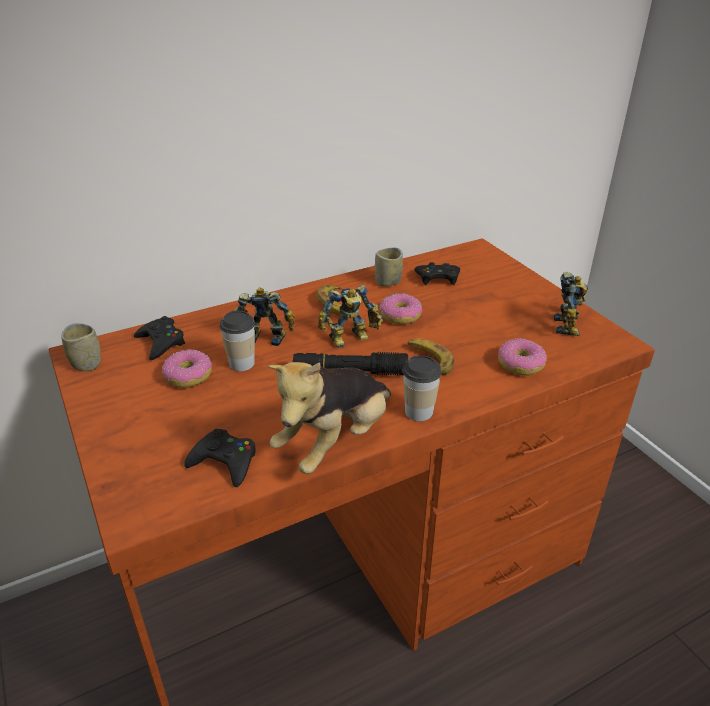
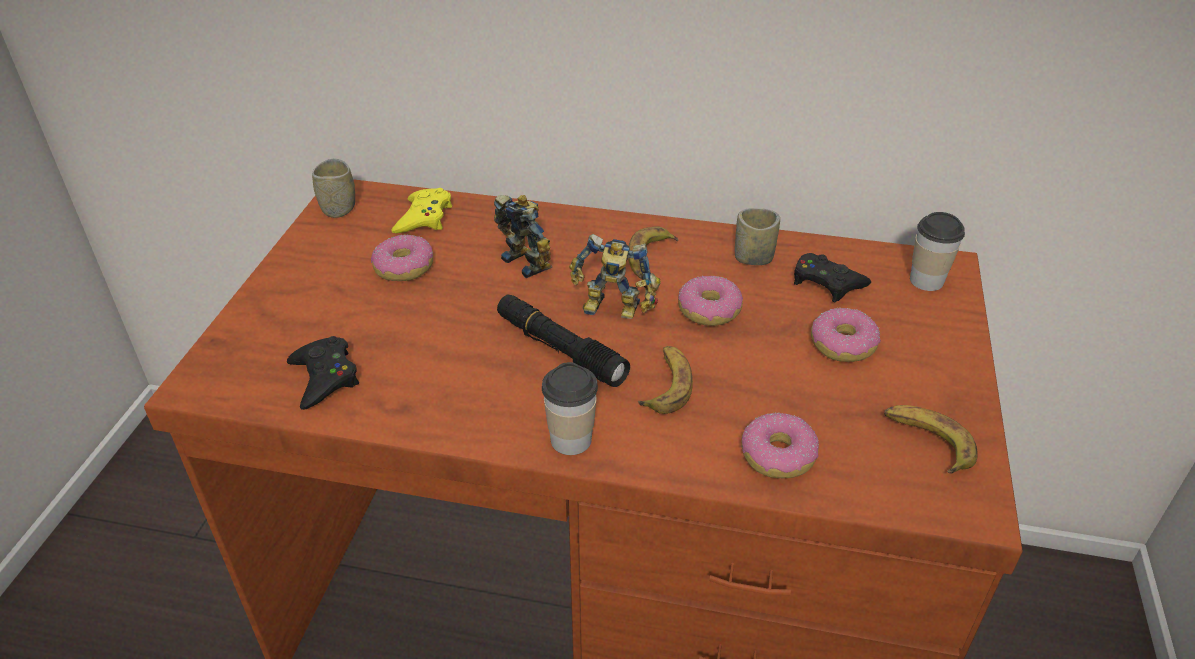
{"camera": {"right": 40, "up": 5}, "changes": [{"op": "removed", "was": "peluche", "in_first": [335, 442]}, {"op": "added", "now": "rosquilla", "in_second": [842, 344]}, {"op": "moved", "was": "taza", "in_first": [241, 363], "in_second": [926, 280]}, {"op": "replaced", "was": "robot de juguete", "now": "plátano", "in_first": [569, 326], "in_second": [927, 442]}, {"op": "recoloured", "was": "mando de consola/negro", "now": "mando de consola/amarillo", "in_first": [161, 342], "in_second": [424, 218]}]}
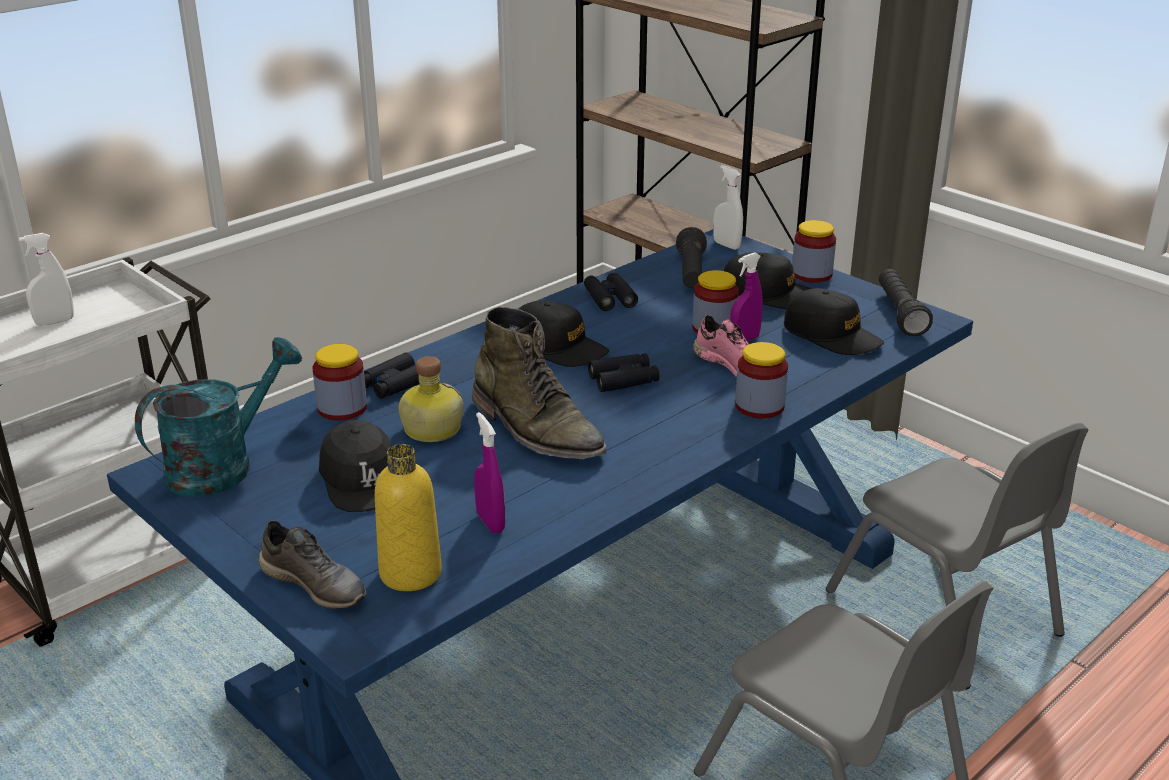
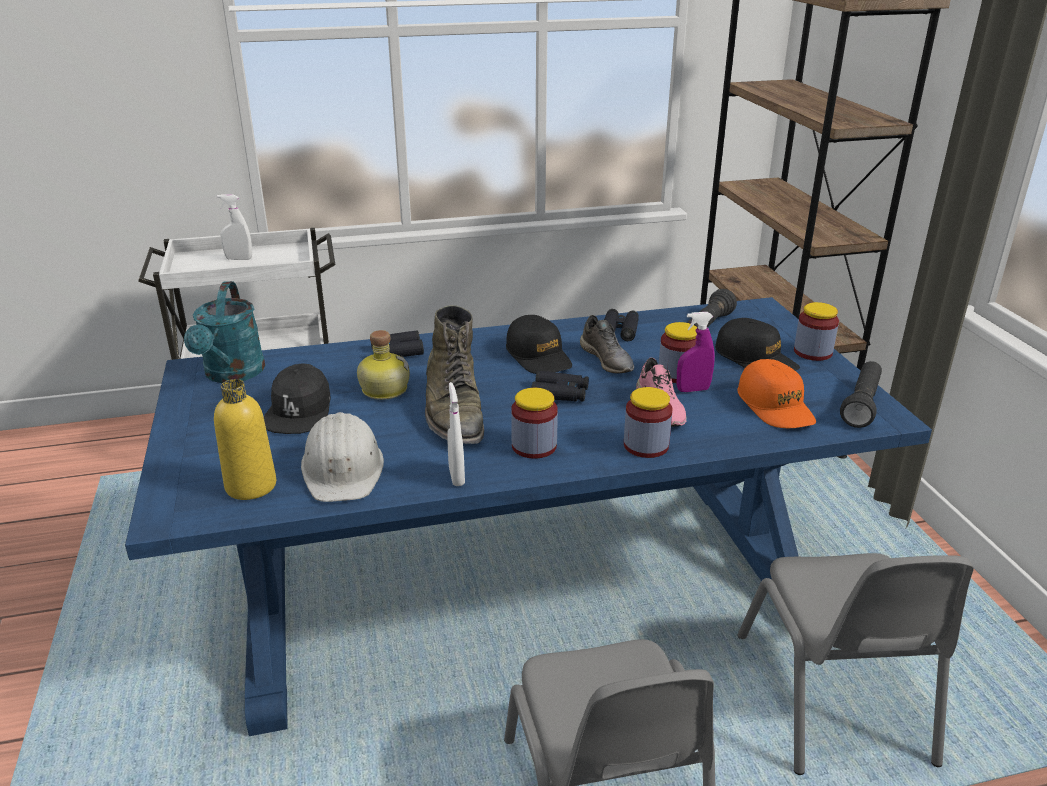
{"camera": {"right": 30, "up": 0}, "changes": [{"op": "moved", "was": "zapato/gris", "in_first": [315, 584], "in_second": [607, 359]}, {"op": "moved", "was": "tarro", "in_first": [342, 408], "in_second": [534, 446]}, {"op": "moved", "was": "pulverizador/blanco", "in_first": [726, 245], "in_second": [456, 476]}, {"op": "replaced", "was": "pulverizador/morado", "now": "casco/blanco", "in_first": [490, 522], "in_second": [343, 468]}, {"op": "recoloured", "was": "gorra/negro", "now": "gorra/naranja", "in_first": [832, 336], "in_second": [775, 406]}, {"op": "turned", "was": "regadera/turquesa", "in_first": [223, 465], "in_second": [232, 375], "clockwise": 105}]}
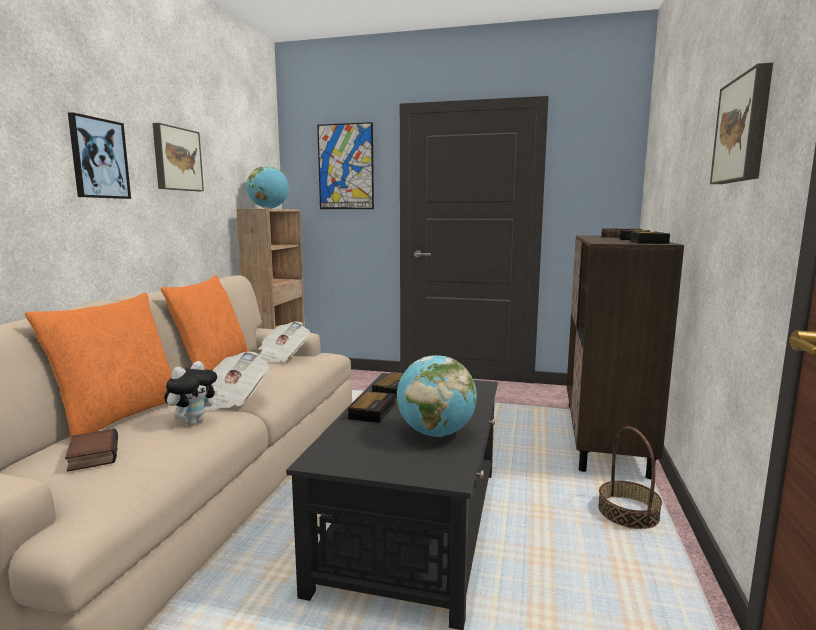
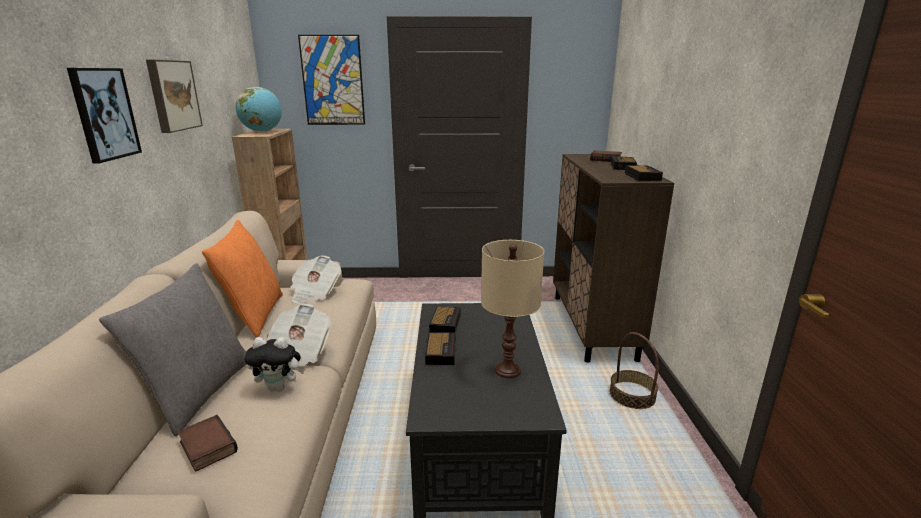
{"camera": {"right": -15, "up": 10}, "changes": [{"op": "removed", "was": "cuadro", "in_first": [744, 130]}, {"op": "replaced", "was": "globo terráqueo", "now": "lámpara de mesa/beis", "in_first": [436, 433], "in_second": [507, 370]}, {"op": "recoloured", "was": "cojín/naranja", "now": "cojín/gris", "in_first": [119, 416], "in_second": [198, 392]}, {"op": "turned", "was": "peluche", "in_first": [193, 422], "in_second": [279, 388], "clockwise": 75}]}
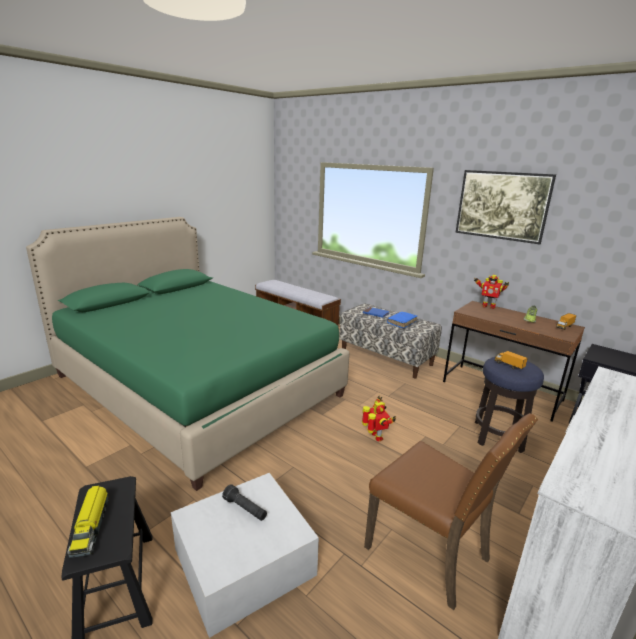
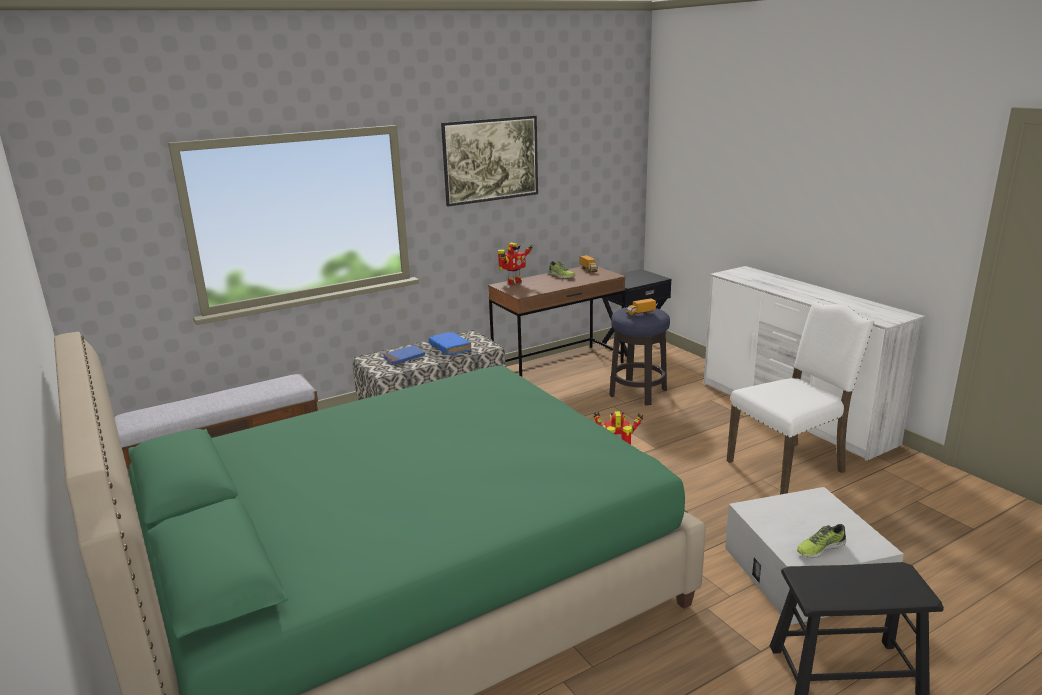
{"camera": {"right": -70, "up": 0}, "changes": [{"op": "removed", "was": "camión de juguete", "in_first": [91, 527]}, {"op": "removed", "was": "linterna/negro", "in_first": [245, 509]}, {"op": "added", "now": "zapato", "in_second": [820, 548]}, {"op": "recoloured", "was": "silla/marrón", "now": "silla/blanco", "in_first": [430, 553], "in_second": [789, 467]}]}
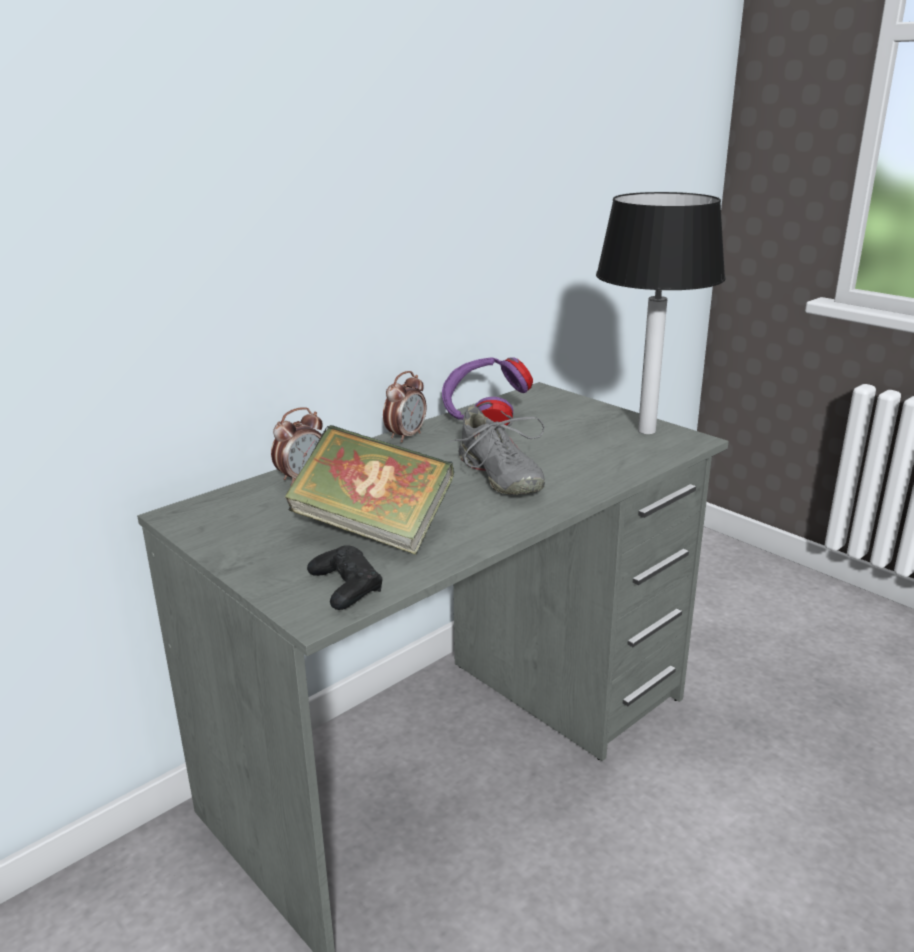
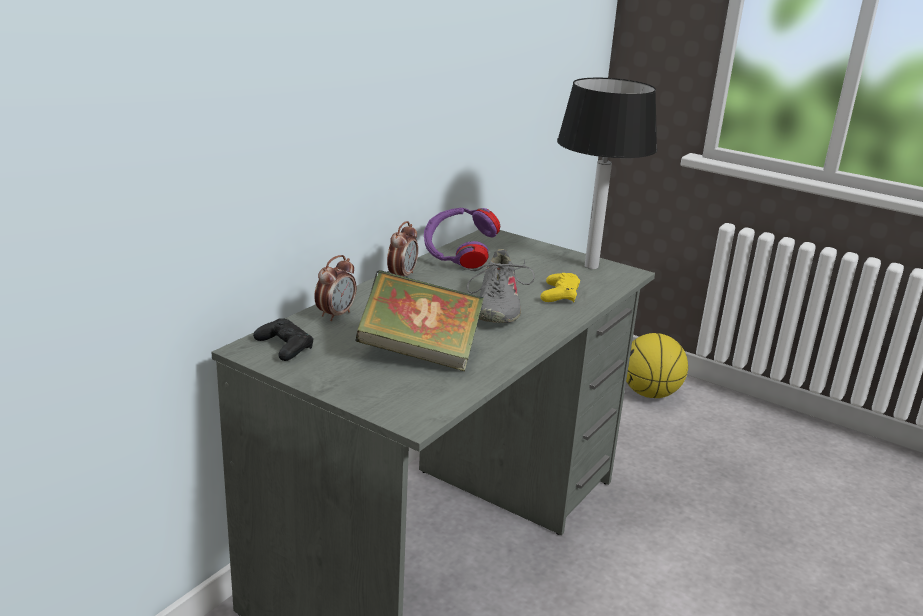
{"camera": {"right": -15, "up": 0}, "changes": [{"op": "added", "now": "mando de consola/amarillo", "in_second": [560, 294]}, {"op": "added", "now": "balón de baloncesto", "in_second": [649, 394]}, {"op": "moved", "was": "mando de consola/negro", "in_first": [346, 586], "in_second": [284, 346]}, {"op": "turned", "was": "zapato/gris", "in_first": [498, 476], "in_second": [495, 307], "clockwise": 45}]}
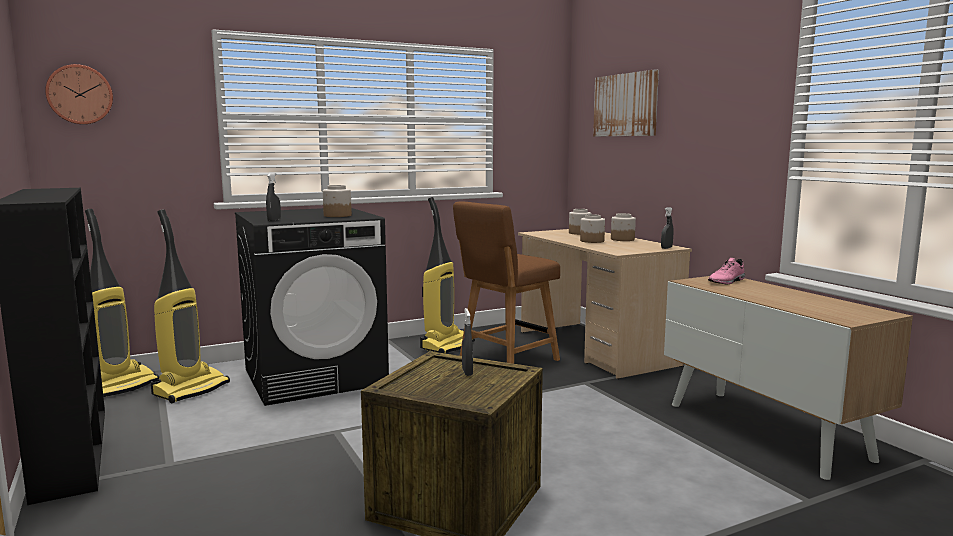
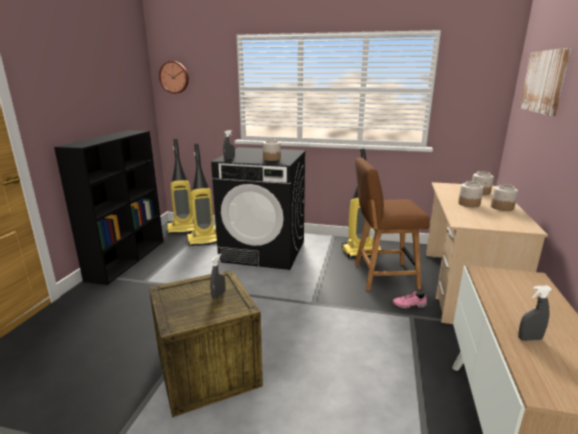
{"camera": {"right": 40, "up": 10}, "changes": [{"op": "moved", "was": "pulverizador/gris", "in_first": [666, 248], "in_second": [529, 339]}, {"op": "moved", "was": "zapato/rosa", "in_first": [727, 281], "in_second": [409, 305]}]}
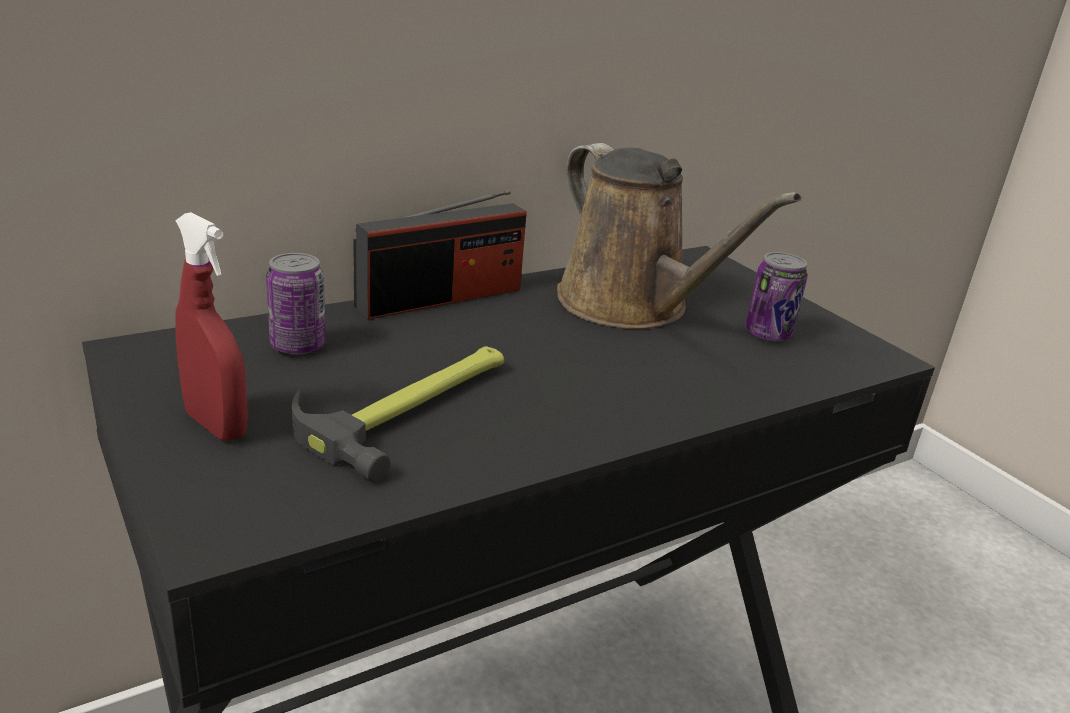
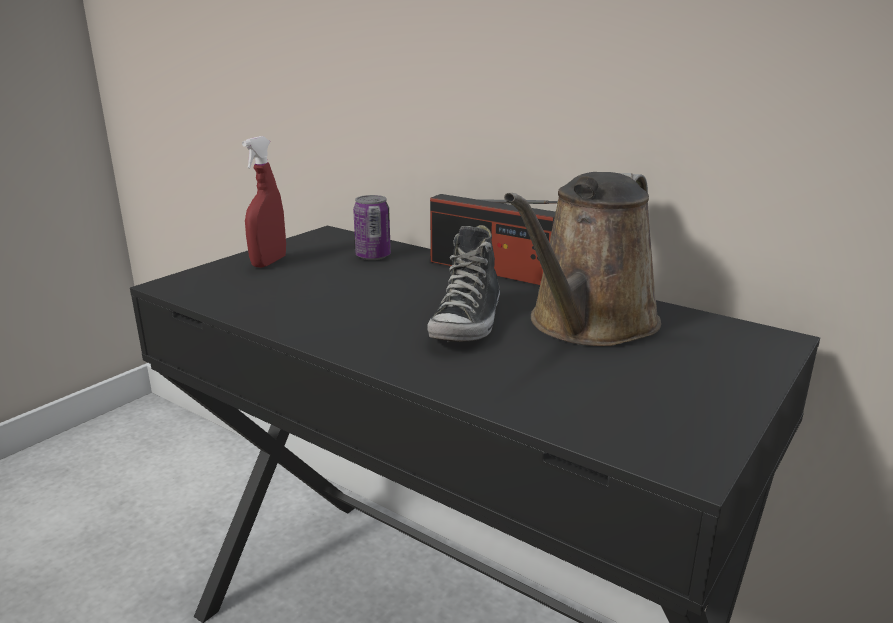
{"camera": {"right": 70, "up": -5}, "changes": [{"op": "removed", "was": "martillo", "in_first": [415, 406]}, {"op": "removed", "was": "lata", "in_first": [768, 334]}, {"op": "added", "now": "zapato", "in_second": [467, 323]}]}
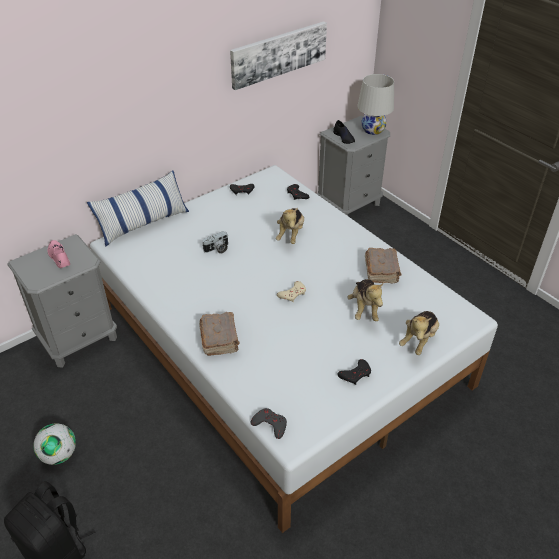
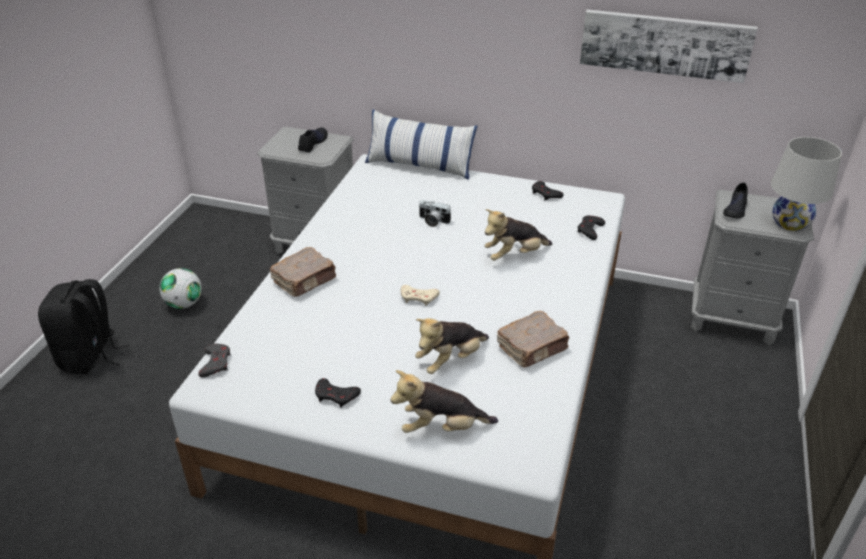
{"camera": {"right": 55, "up": -5}, "changes": [{"op": "recoloured", "was": "zapato/rosa", "now": "zapato/negro", "in_first": [59, 257], "in_second": [312, 143]}]}
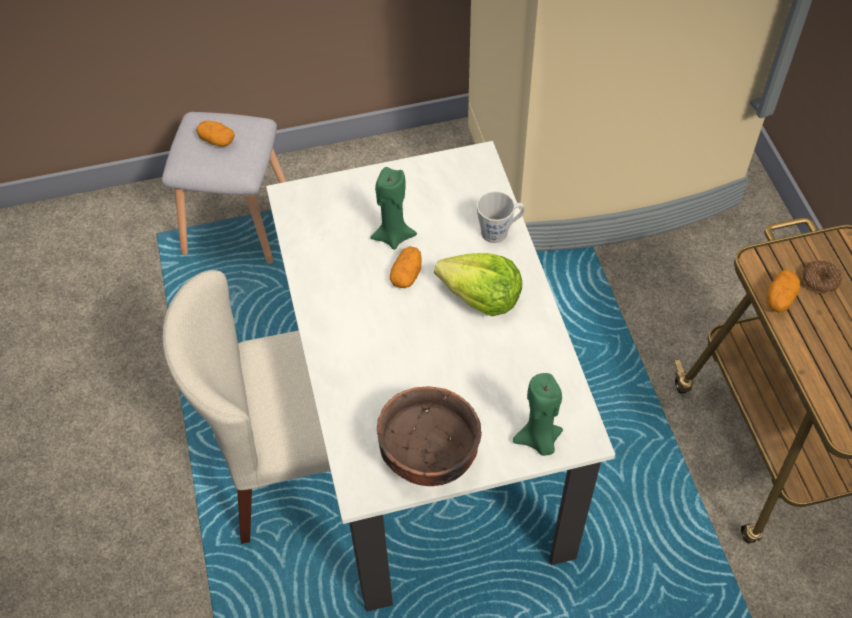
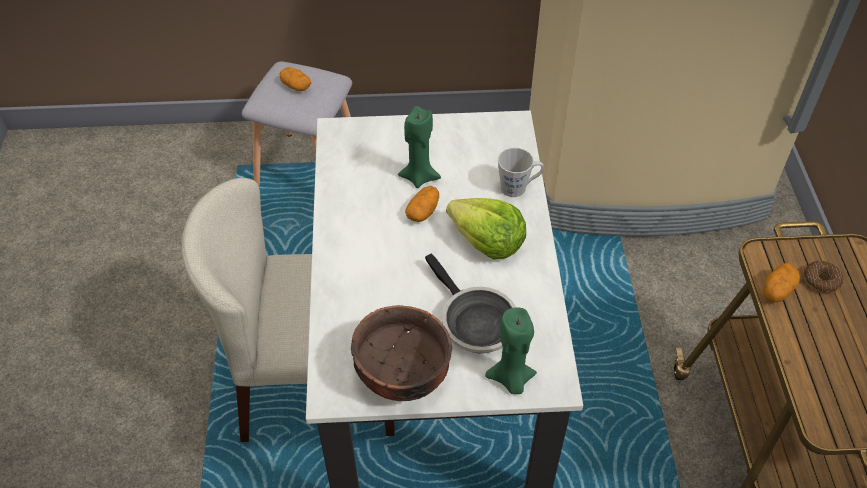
{"camera": {"right": 10, "up": -5}, "changes": [{"op": "added", "now": "sartén", "in_second": [474, 322]}]}
